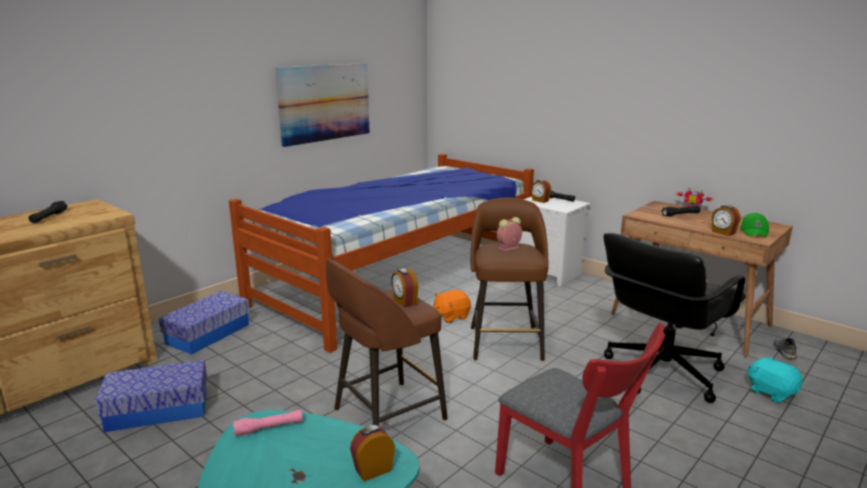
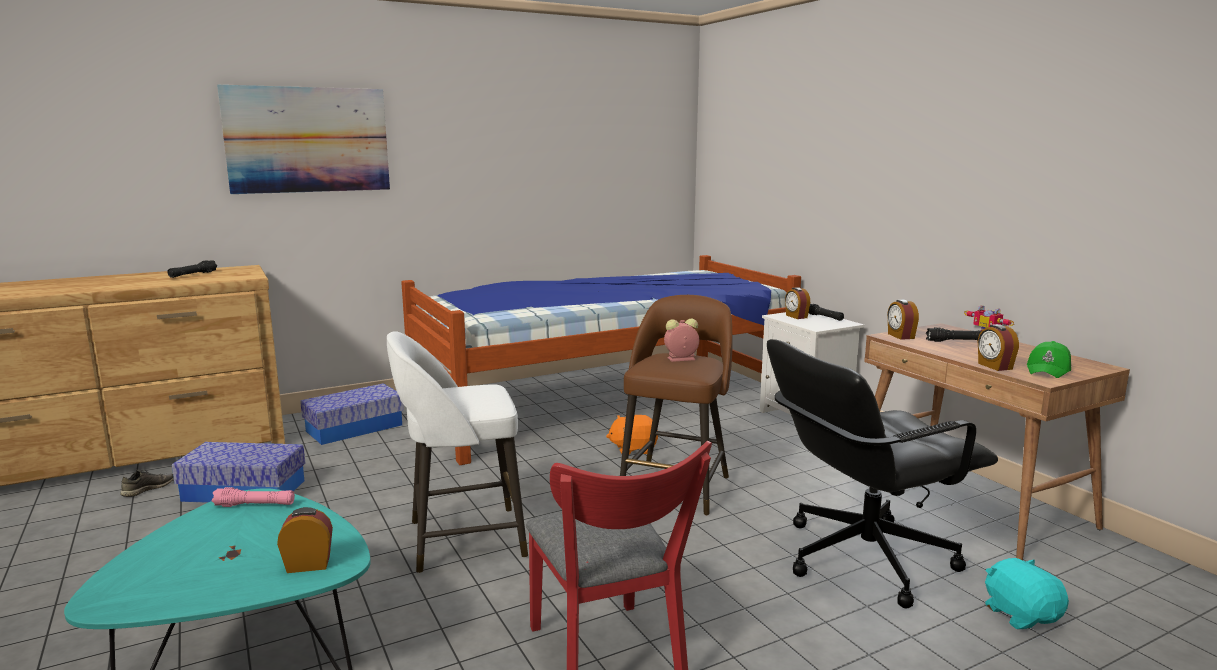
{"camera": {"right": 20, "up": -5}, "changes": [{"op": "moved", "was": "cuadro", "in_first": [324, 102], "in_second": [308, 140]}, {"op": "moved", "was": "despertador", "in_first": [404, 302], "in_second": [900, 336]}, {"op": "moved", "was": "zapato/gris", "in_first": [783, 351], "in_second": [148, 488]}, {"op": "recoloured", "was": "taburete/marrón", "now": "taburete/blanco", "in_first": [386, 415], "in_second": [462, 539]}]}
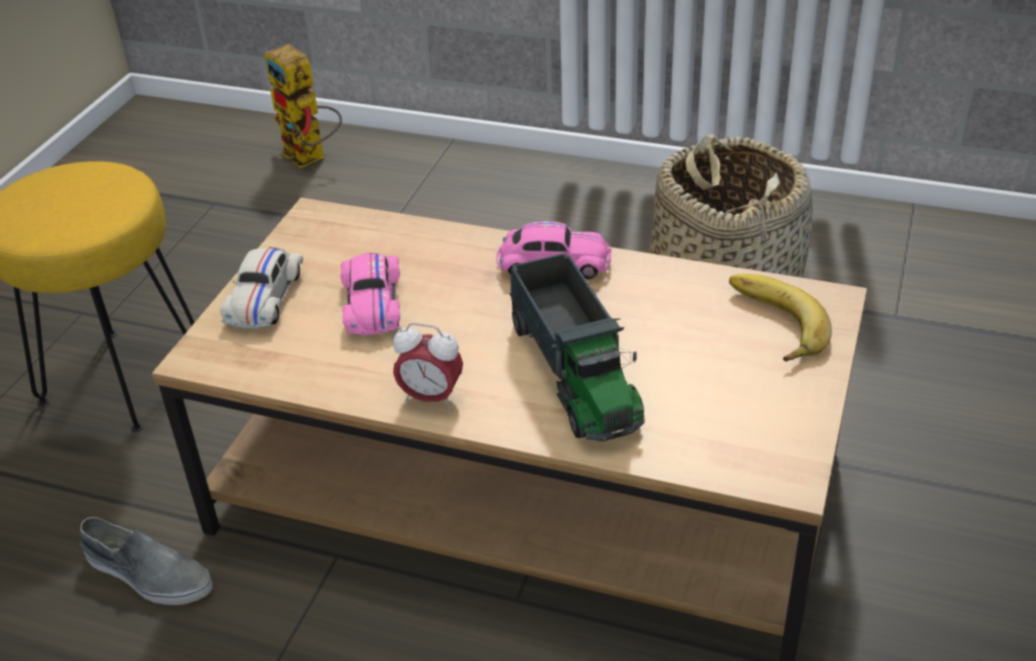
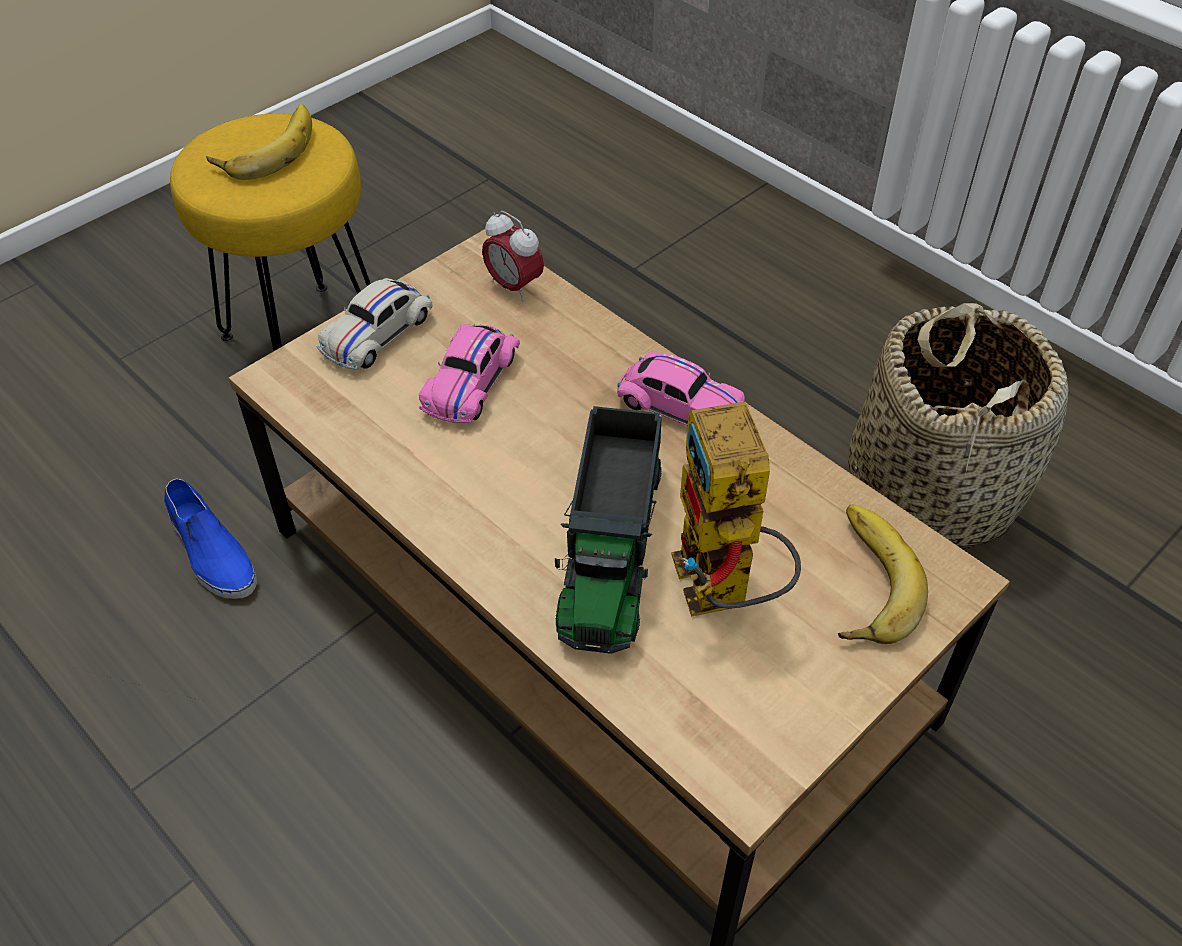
{"camera": {"right": 25, "up": 10}, "changes": [{"op": "added", "now": "plátano", "in_second": [266, 148]}, {"op": "moved", "was": "robot de juguete", "in_first": [311, 158], "in_second": [723, 594]}, {"op": "moved", "was": "despertador", "in_first": [431, 398], "in_second": [514, 286]}, {"op": "recoloured", "was": "zapato/gris", "now": "zapato/azul", "in_first": [148, 574], "in_second": [211, 552]}]}
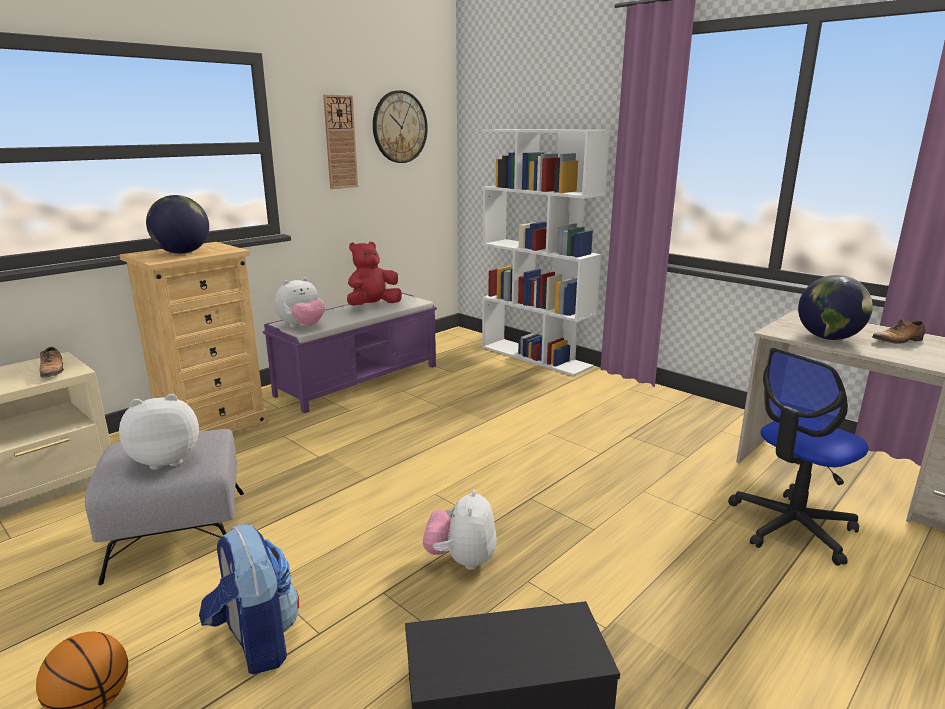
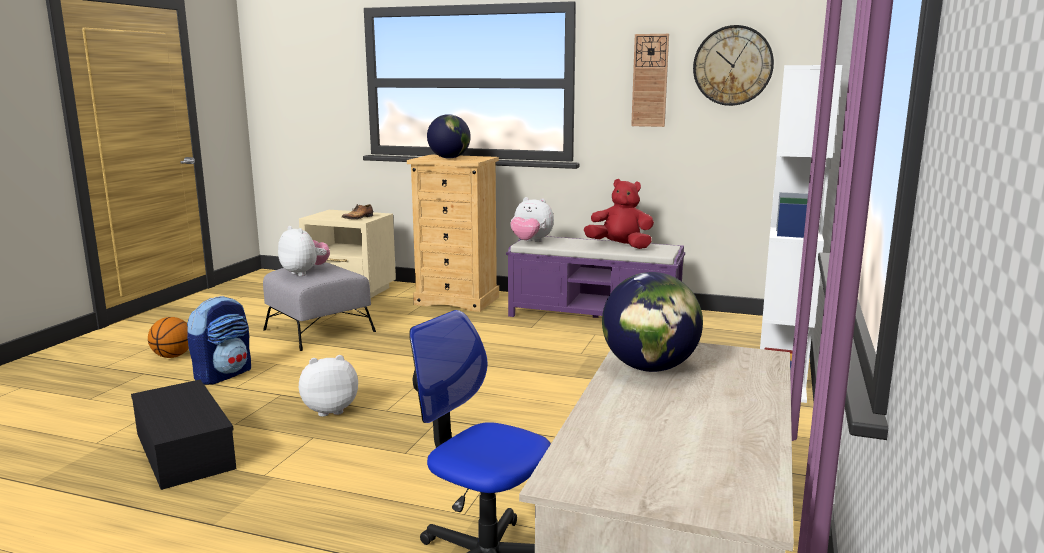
{"camera": {"right": 65, "up": -5}, "changes": [{"op": "removed", "was": "zapato", "in_first": [898, 341]}]}
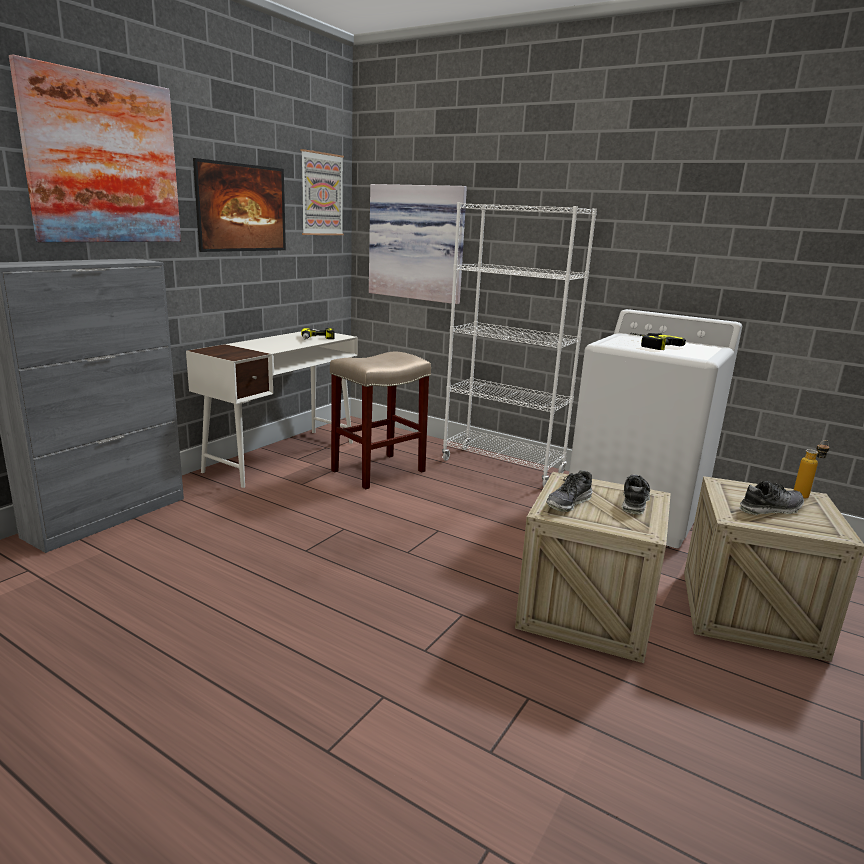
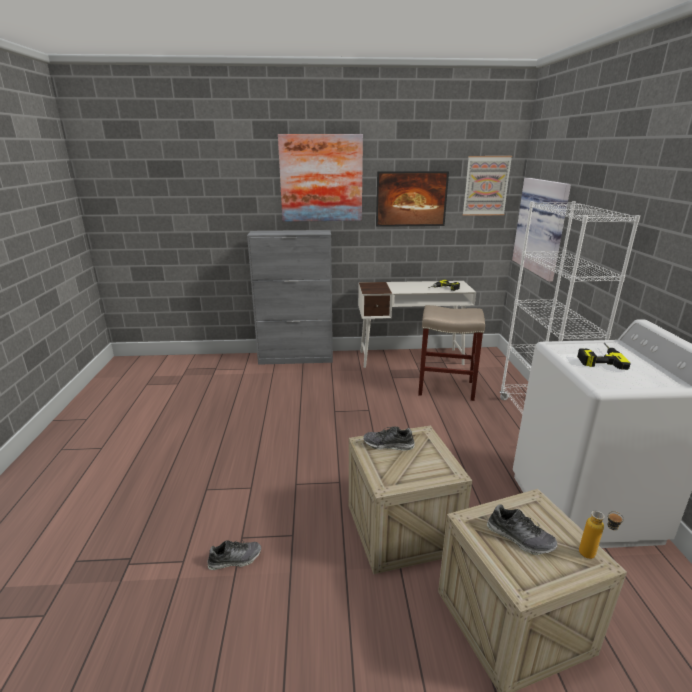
{"camera": {"right": 55, "up": 5}, "changes": [{"op": "moved", "was": "zapato", "in_first": [633, 501], "in_second": [235, 559]}]}
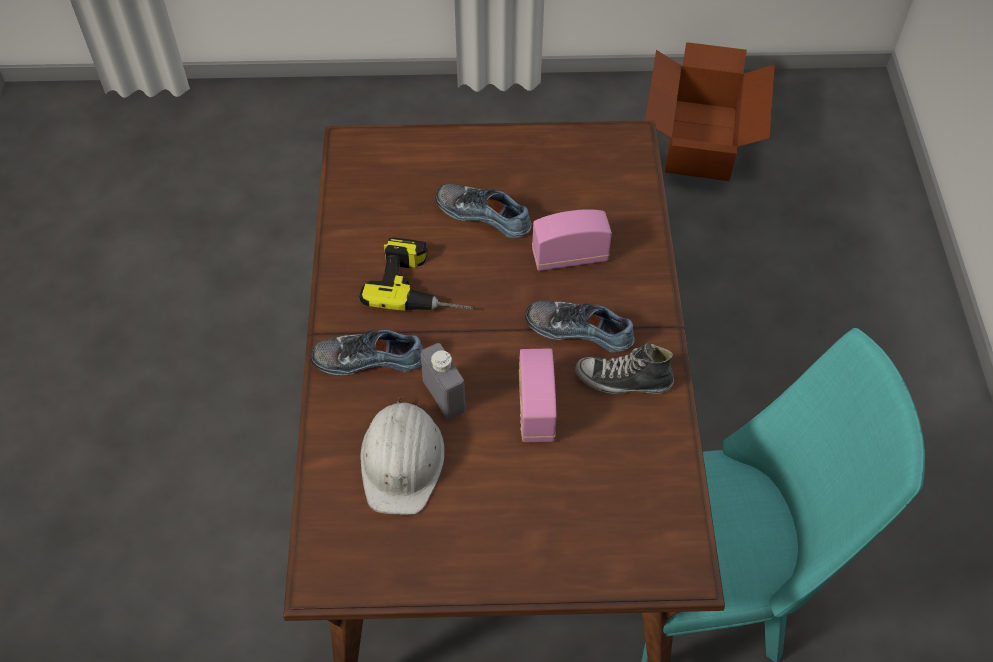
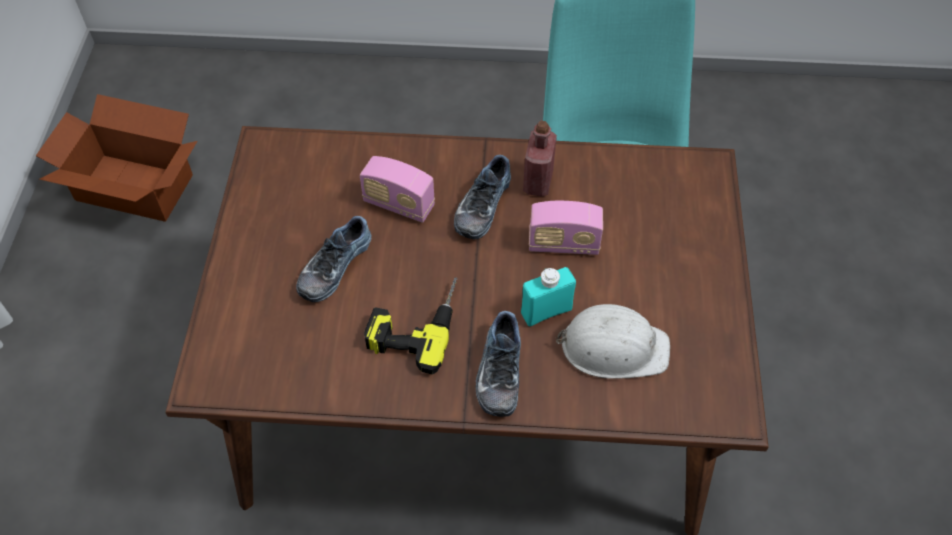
{"camera": {"right": -85, "up": 0}, "changes": [{"op": "replaced", "was": "zapato", "now": "botella/rojo", "in_first": [623, 381], "in_second": [538, 182]}, {"op": "recoloured", "was": "botella/gris", "now": "botella/turquesa", "in_first": [444, 396], "in_second": [546, 311]}, {"op": "turned", "was": "radio", "in_first": [569, 257], "in_second": [399, 204], "clockwise": -60}]}
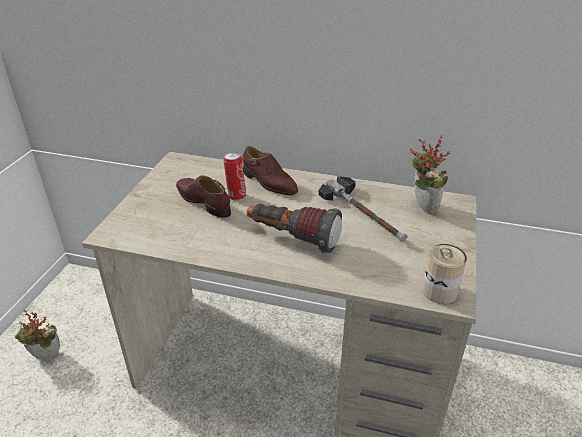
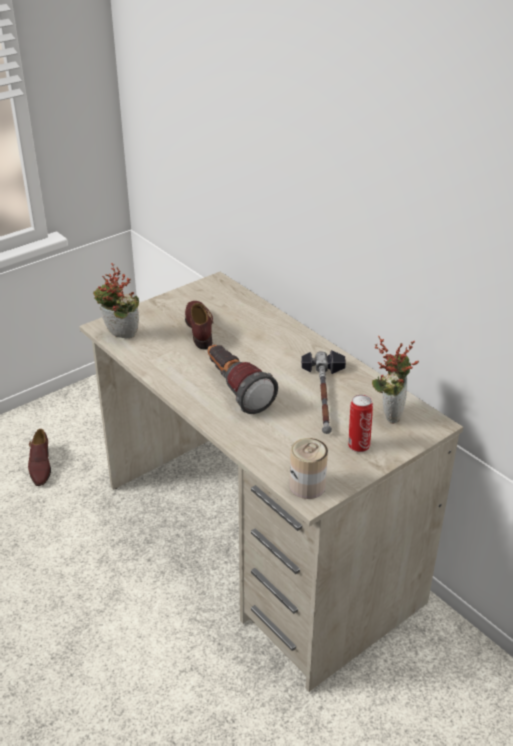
{"camera": {"right": 35, "up": 0}, "changes": [{"op": "moved", "was": "planta en maceta", "in_first": [46, 358], "in_second": [119, 336]}, {"op": "moved", "was": "lata", "in_first": [236, 196], "in_second": [358, 445]}, {"op": "moved", "was": "zapato/marrón", "in_first": [269, 183], "in_second": [40, 466]}]}
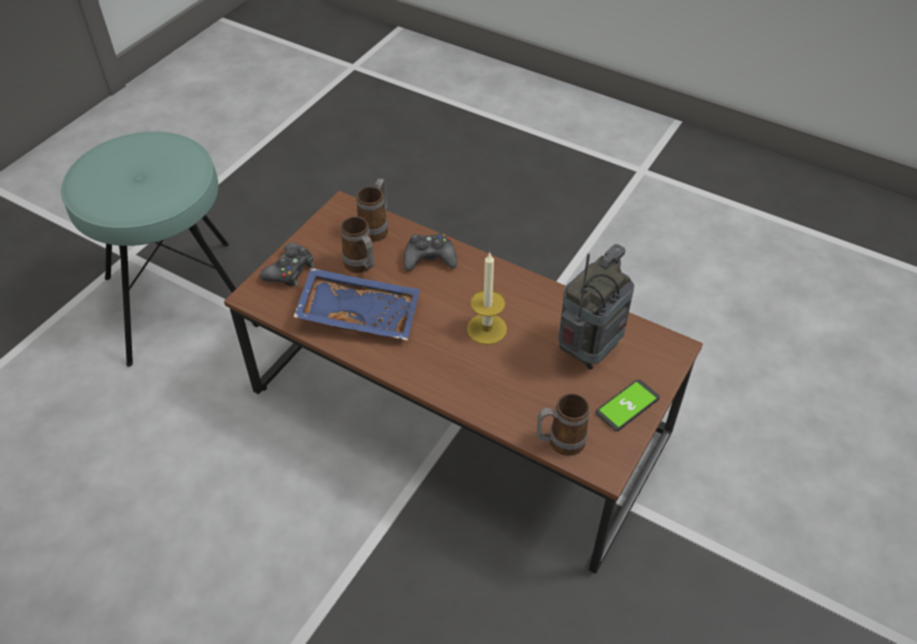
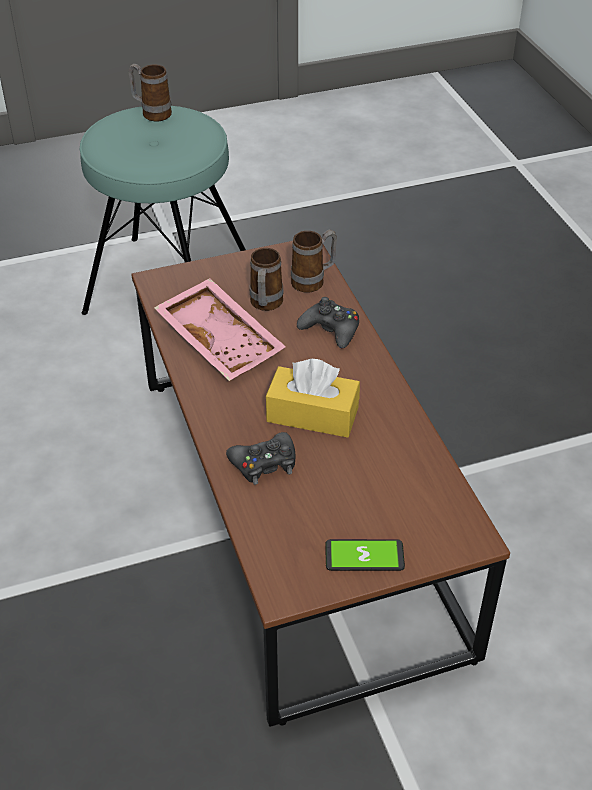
{"camera": {"right": 40, "up": -5}, "changes": [{"op": "removed", "was": "radio", "in_first": [588, 351]}, {"op": "moved", "was": "mando de consola/negro", "in_first": [290, 271], "in_second": [264, 463]}, {"op": "moved", "was": "taza grande", "in_first": [559, 443], "in_second": [152, 113]}, {"op": "replaced", "was": "vela", "now": "caja de pañuelos/amarillo", "in_first": [486, 329], "in_second": [312, 414]}, {"op": "recoloured", "was": "bandeja/azul", "now": "bandeja/rosa", "in_first": [360, 313], "in_second": [222, 340]}]}
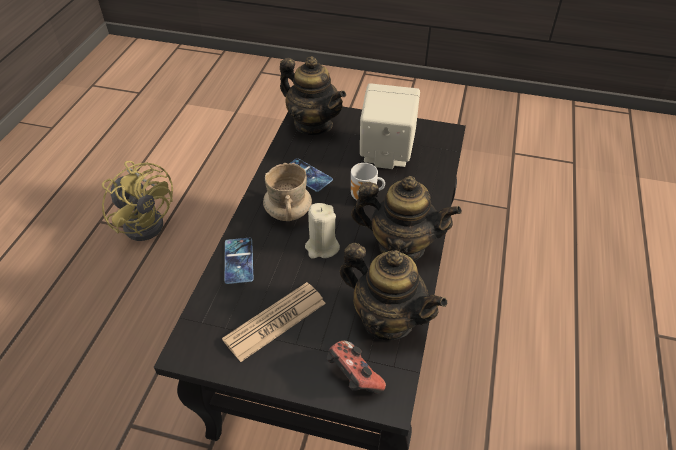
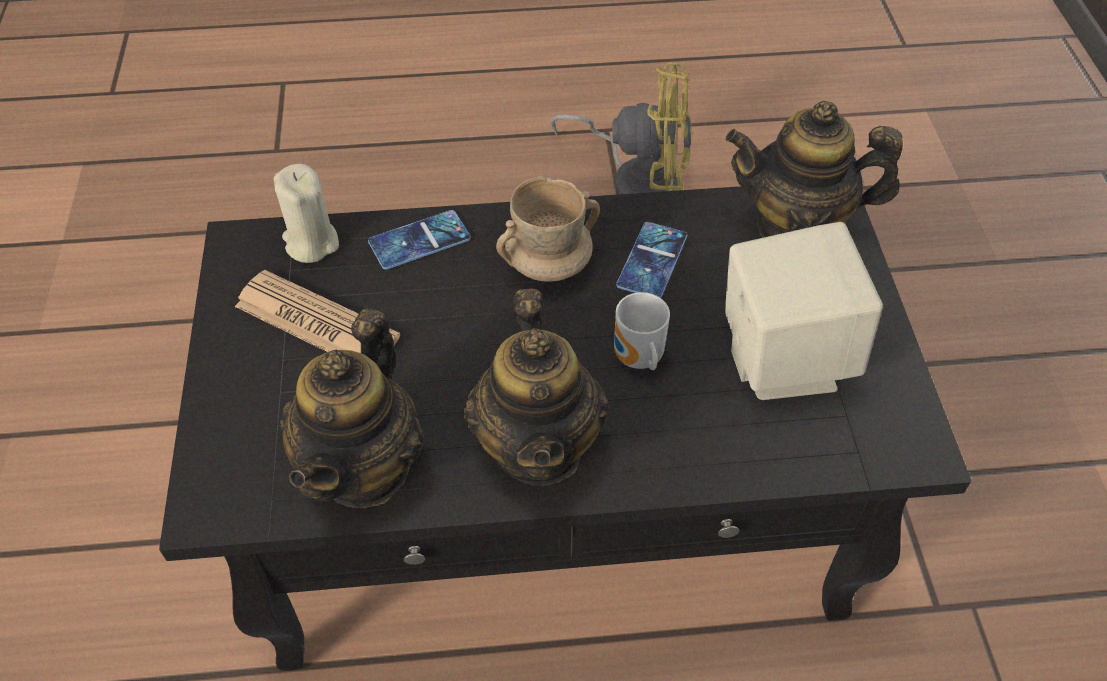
{"camera": {"right": 70, "up": 5}, "changes": [{"op": "removed", "was": "mando de consola", "in_first": [353, 377]}, {"op": "moved", "was": "vela/beis", "in_first": [322, 247], "in_second": [311, 242]}, {"op": "turned", "was": "ventilador/amarillo", "in_first": [147, 220], "in_second": [637, 178], "clockwise": -105}, {"op": "turned", "was": "tetera", "in_first": [313, 124], "in_second": [796, 227], "clockwise": 75}]}
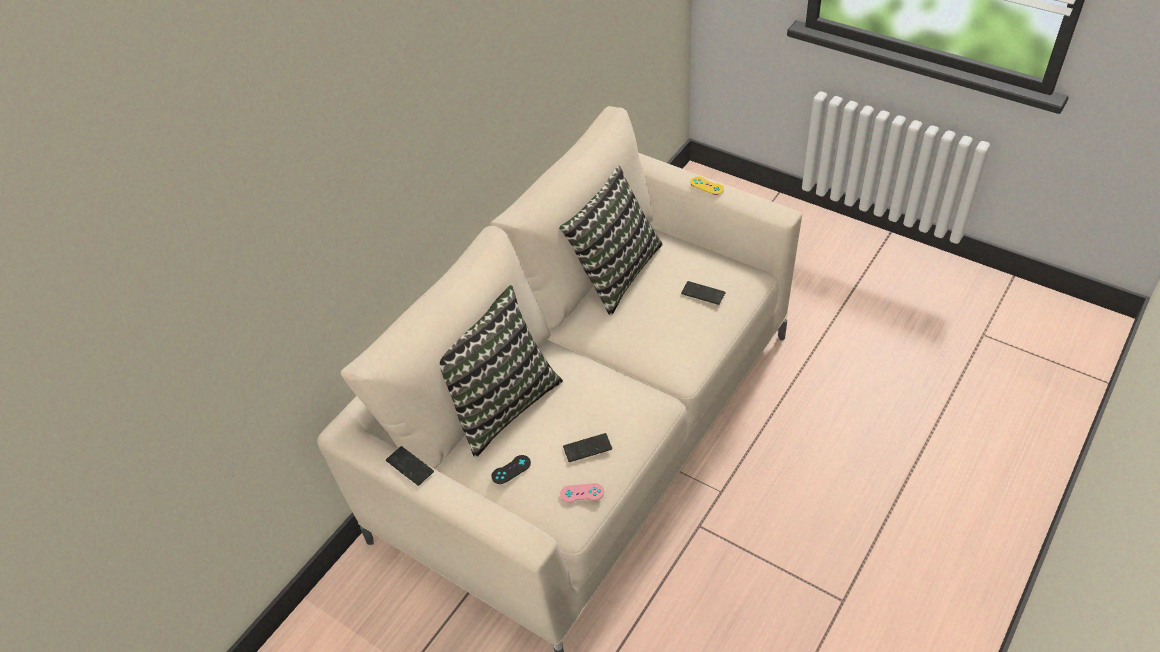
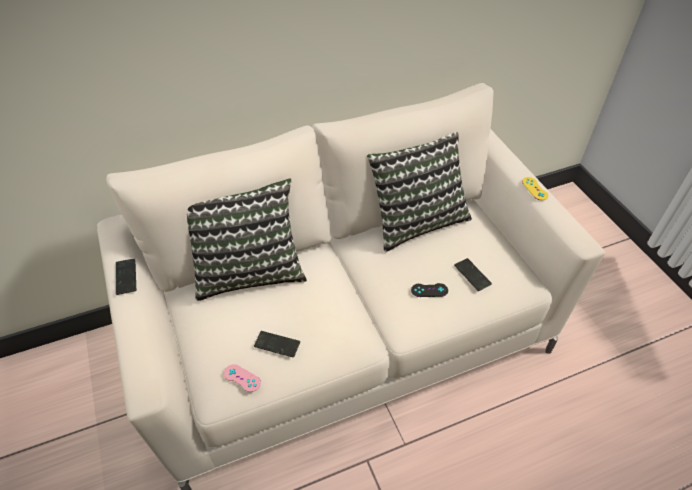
{"camera": {"right": 30, "up": 0}, "changes": [{"op": "moved", "was": "mando de consola/negro", "in_first": [511, 469], "in_second": [429, 290]}]}
